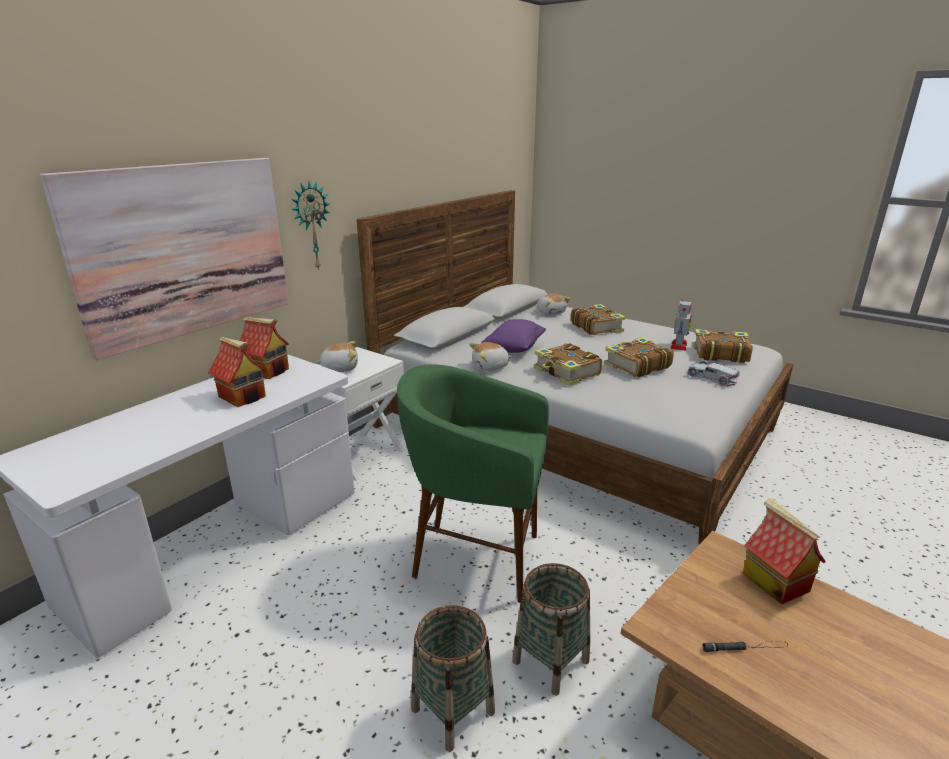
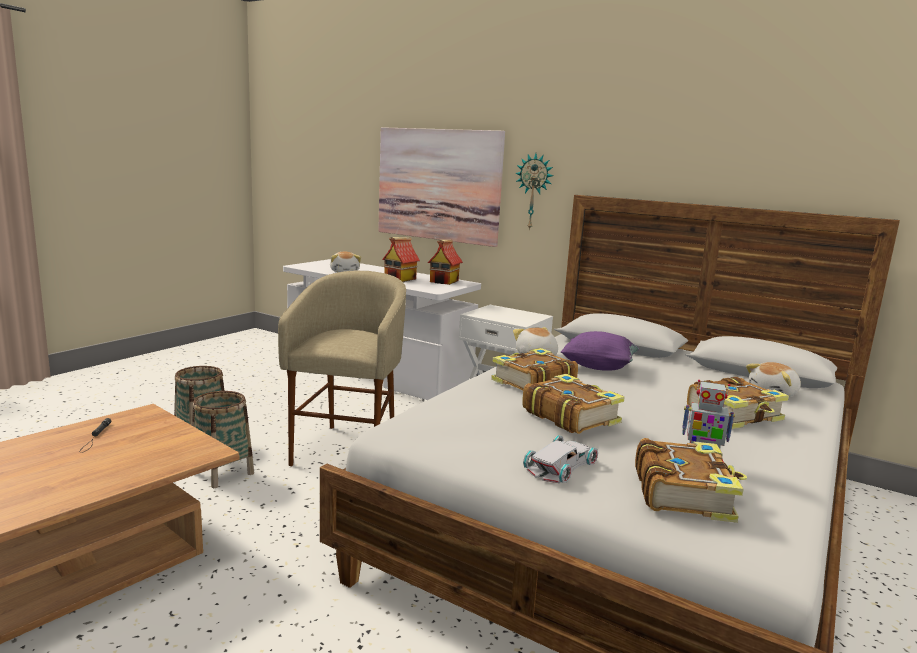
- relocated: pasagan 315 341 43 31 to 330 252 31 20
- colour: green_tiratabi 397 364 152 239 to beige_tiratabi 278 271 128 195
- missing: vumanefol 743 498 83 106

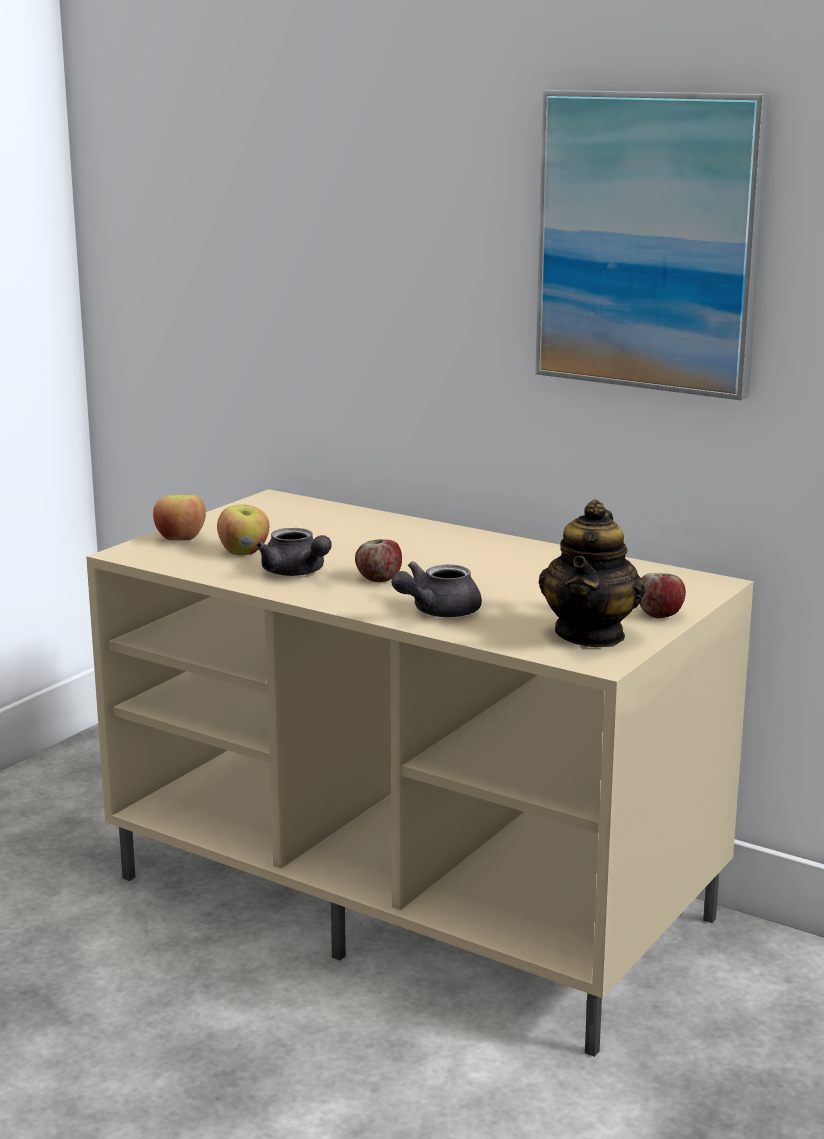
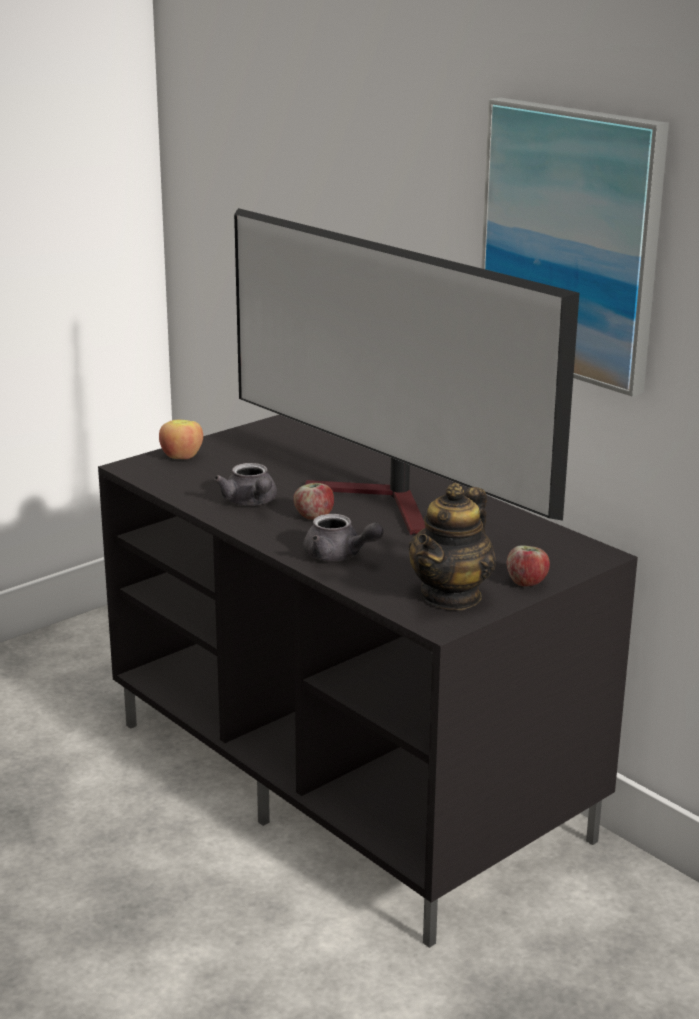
- colour: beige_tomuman 86 489 668 568 to black_tomuman 98 415 540 533
- missing: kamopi 217 504 52 51
- spun: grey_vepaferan 391 561 91 56 = 303 514 81 47 120 degrees counterclockwise
- appeared: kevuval 234 208 345 327

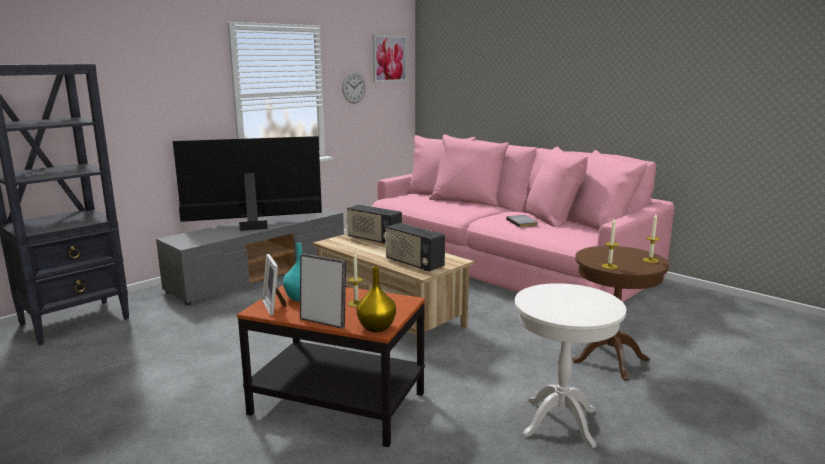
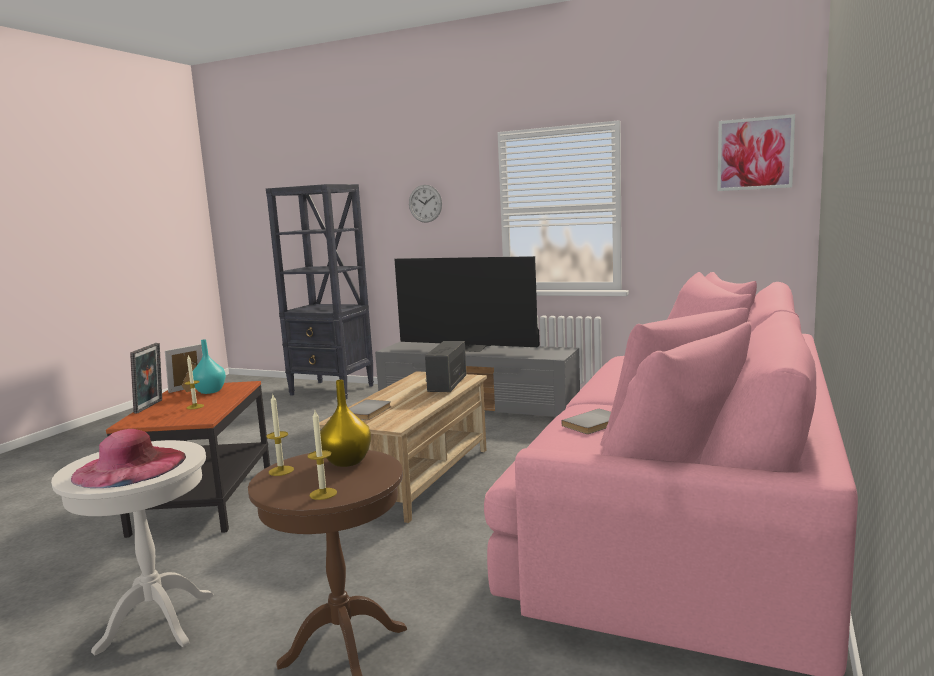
- relocated: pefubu 342 72 24 31 to 409 185 33 38
- spun: kevuval 173 136 149 95 = 394 256 146 96 150 degrees clockwise
- exchanged: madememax 385 223 60 48 to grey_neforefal 349 399 42 21
- relocated: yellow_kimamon 357 266 39 66 to 320 380 51 87
- appeared: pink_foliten 71 429 115 59

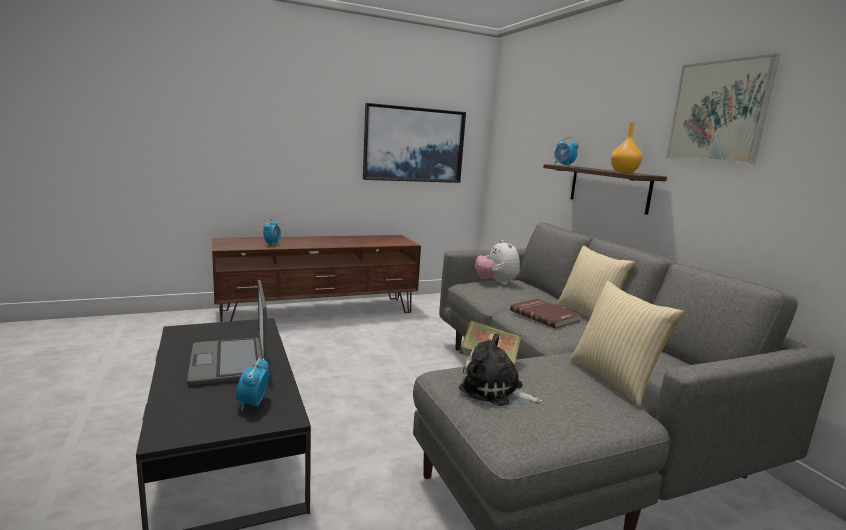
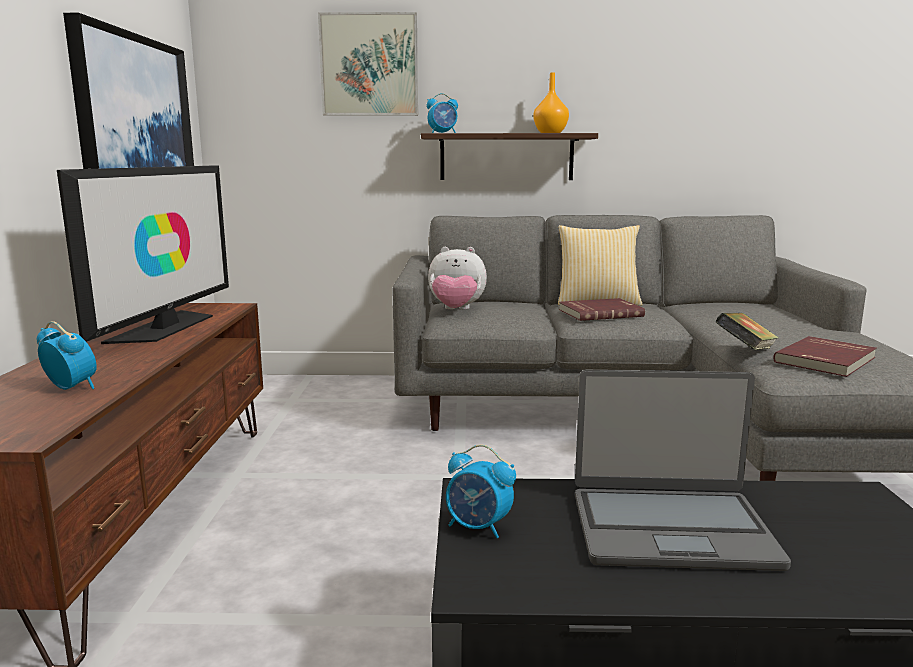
- relocated: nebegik 666 54 114 110 to 318 12 100 104
- missing: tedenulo 570 281 115 126
- exchanged: pasagan 459 333 83 73 to red_neforefal 773 336 104 41
- relocated: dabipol 236 358 33 53 to 446 444 70 94
- appeared: kevuval 57 165 172 179

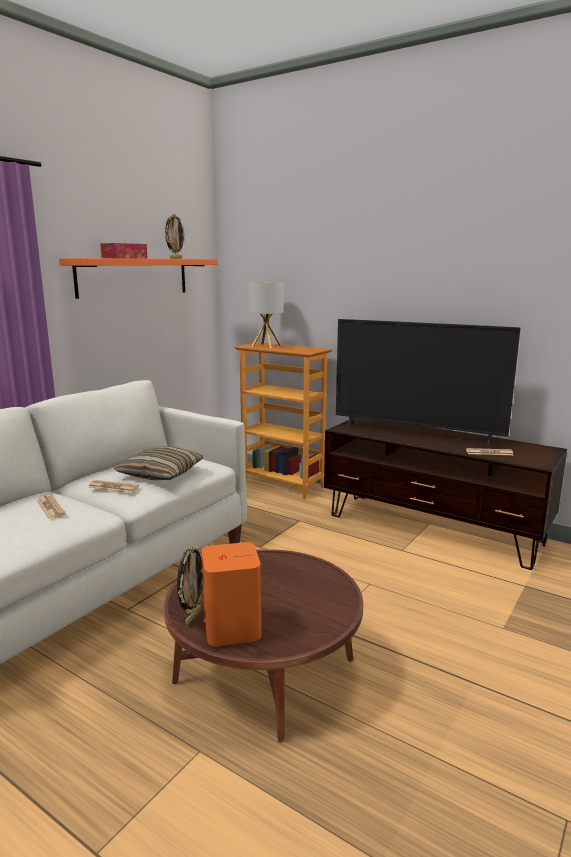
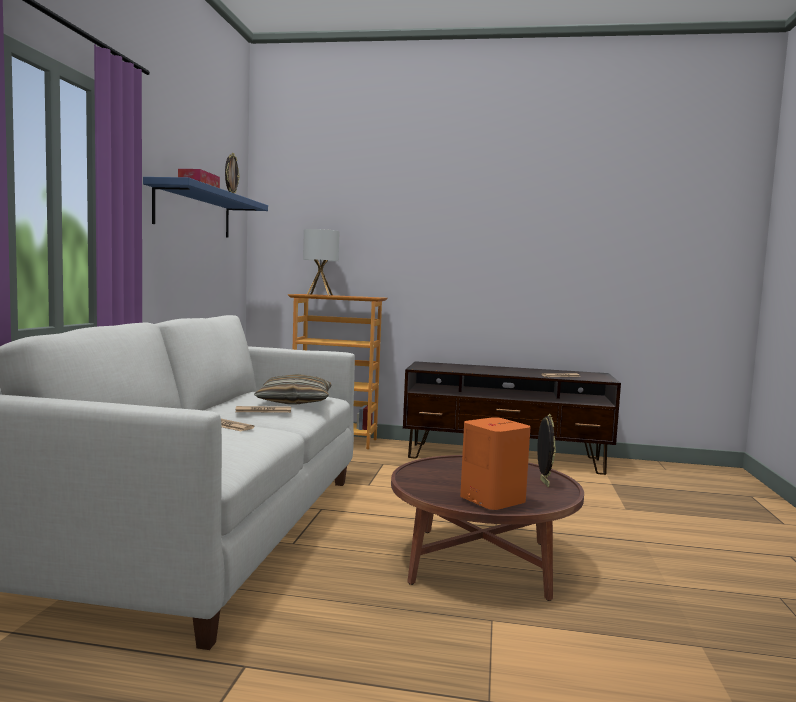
- colour: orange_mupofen 59 258 159 41 to blue_mupofen 143 177 125 61
- missing: kevuval 336 319 185 127
- relocated: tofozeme 177 545 26 80 to 537 414 19 73

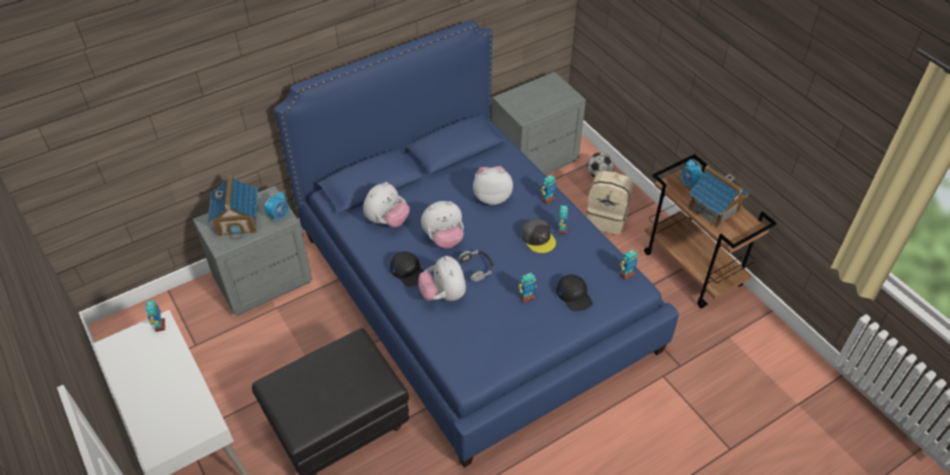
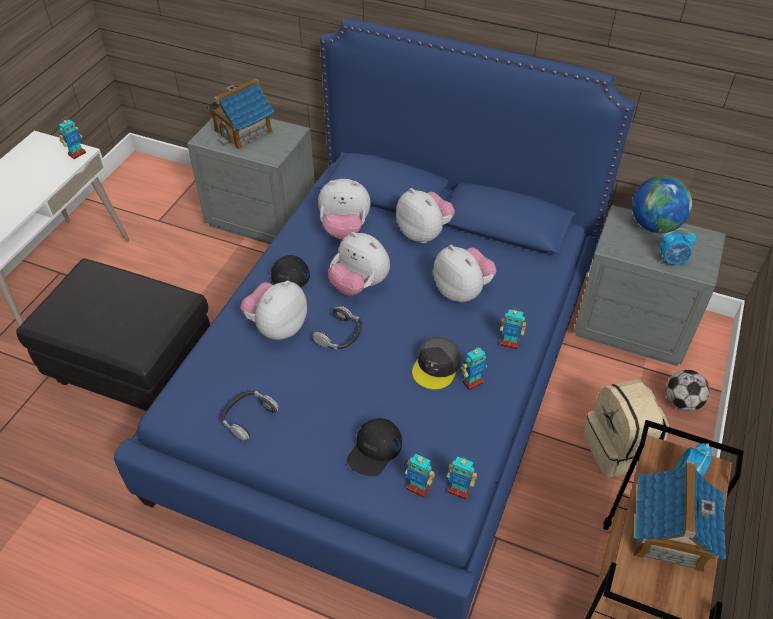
- relocated: dabipol 264 192 25 31 to 660 228 36 37
- relocated: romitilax 518 272 19 31 to 405 454 30 44
- appeared: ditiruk 632 176 60 57
- appeared: pasagan 396 188 59 55
- appeared: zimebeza 222 391 56 50

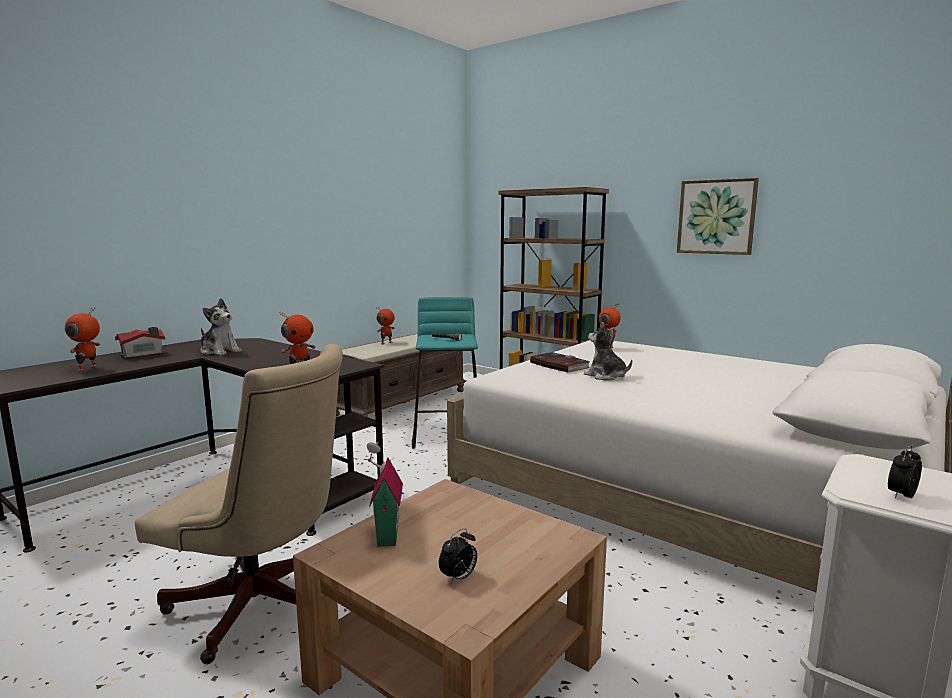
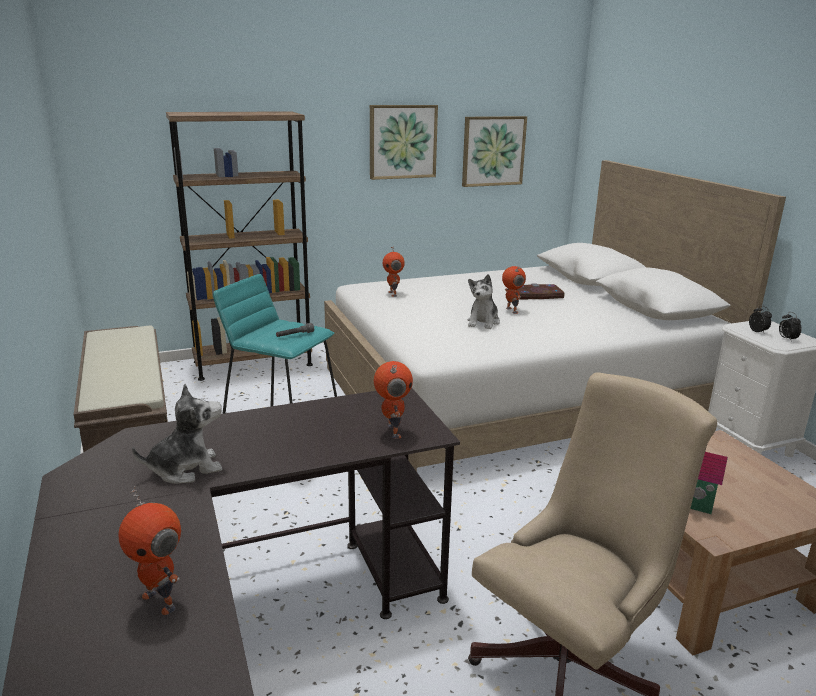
- relocated: romitilax 377 307 18 37 to 502 266 24 48
- spun: pasagan 584 322 48 59 = 468 274 32 55 60 degrees counterclockwise
- missing: vumanefol 115 327 50 33
- relocated: neforefal 530 352 61 21 to 516 283 48 16
- relocated: dabipol 439 528 38 56 to 749 305 23 28
- appeared: nebegik 462 116 65 71

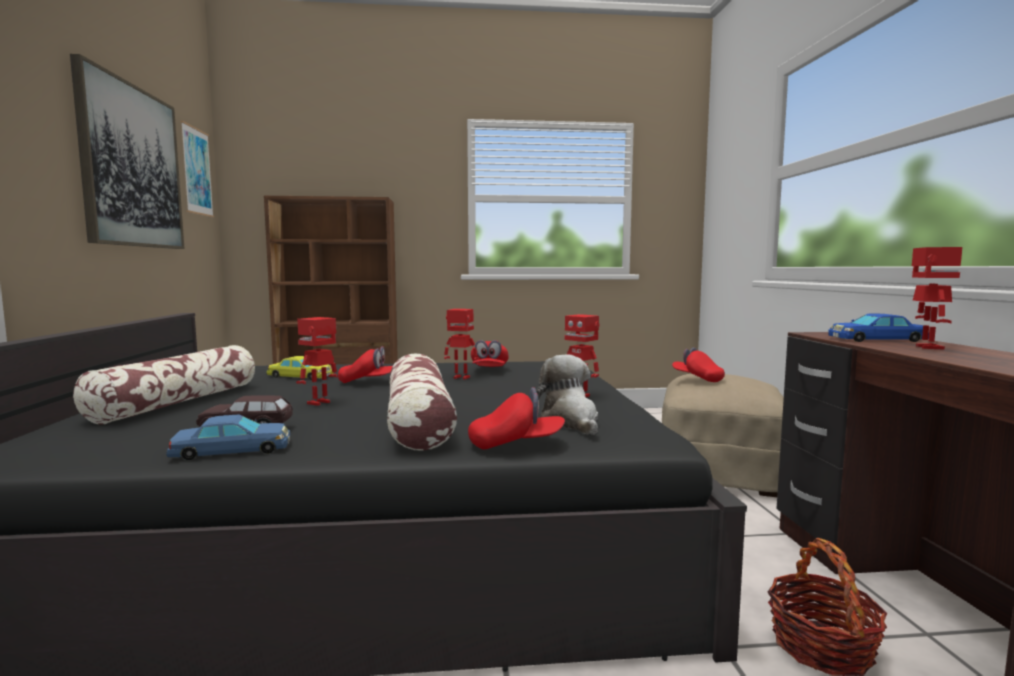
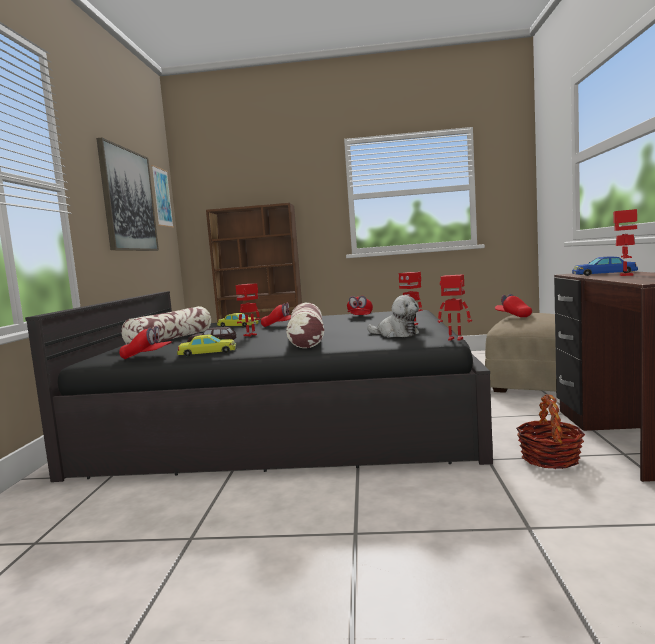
- relocated: romitilax 444 309 35 70 to 438 274 34 66
- spun: pasagan 536 354 62 81 = 367 295 52 43 135 degrees clockwise
- relocated: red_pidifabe 468 387 97 62 to 119 326 53 33
- colour: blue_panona 166 414 124 46 to yellow_panona 177 334 60 22

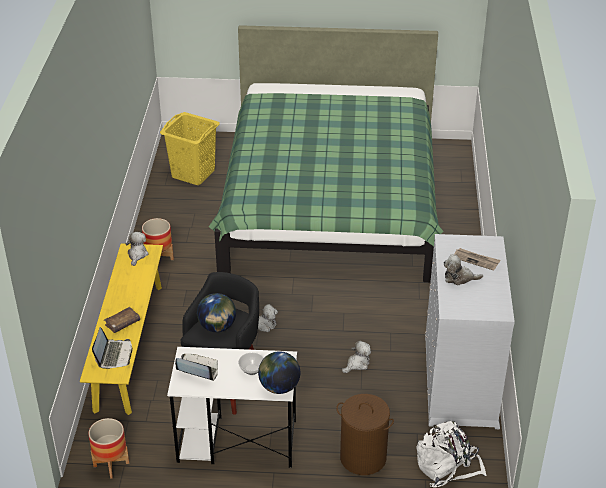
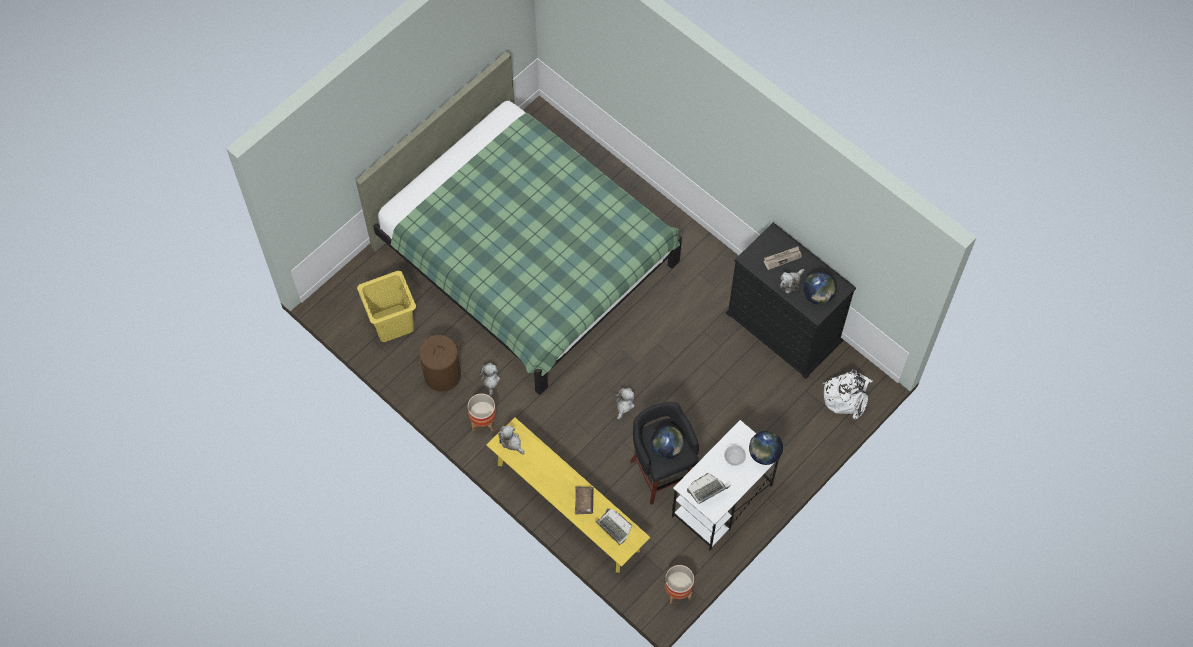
- colour: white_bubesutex 425 234 90 195 to black_bubesutex 726 222 130 157
- relocated: pasagan 342 341 29 32 to 479 363 21 33
- relocated: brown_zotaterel 336 394 58 81 to 416 335 45 57
- appeared: ditiruk 803 271 34 34

